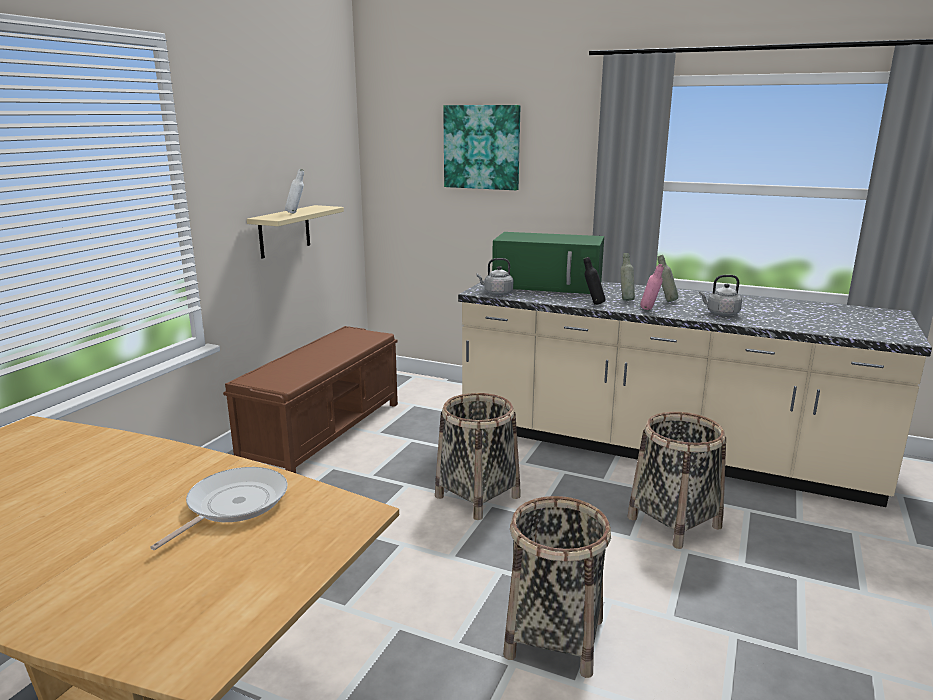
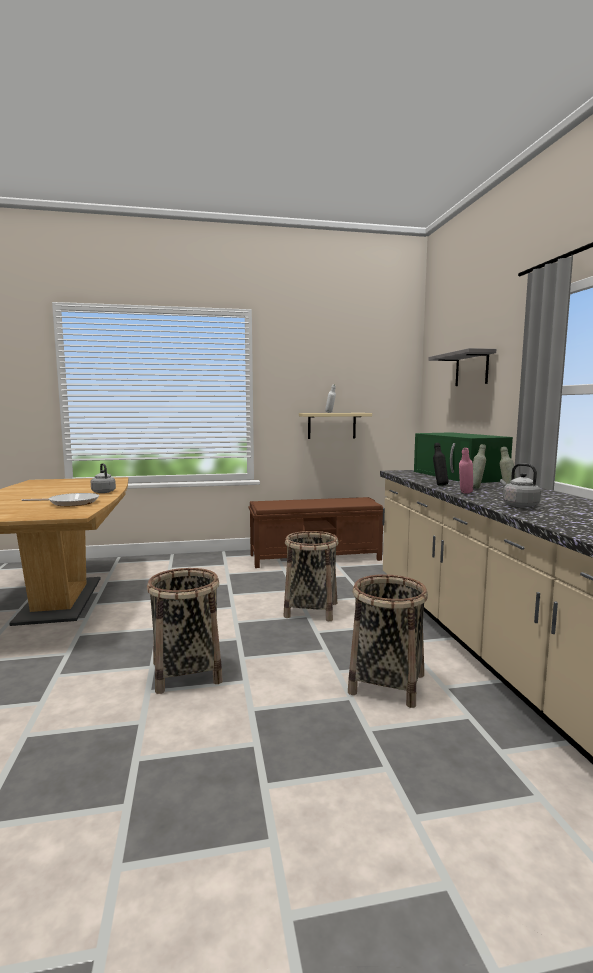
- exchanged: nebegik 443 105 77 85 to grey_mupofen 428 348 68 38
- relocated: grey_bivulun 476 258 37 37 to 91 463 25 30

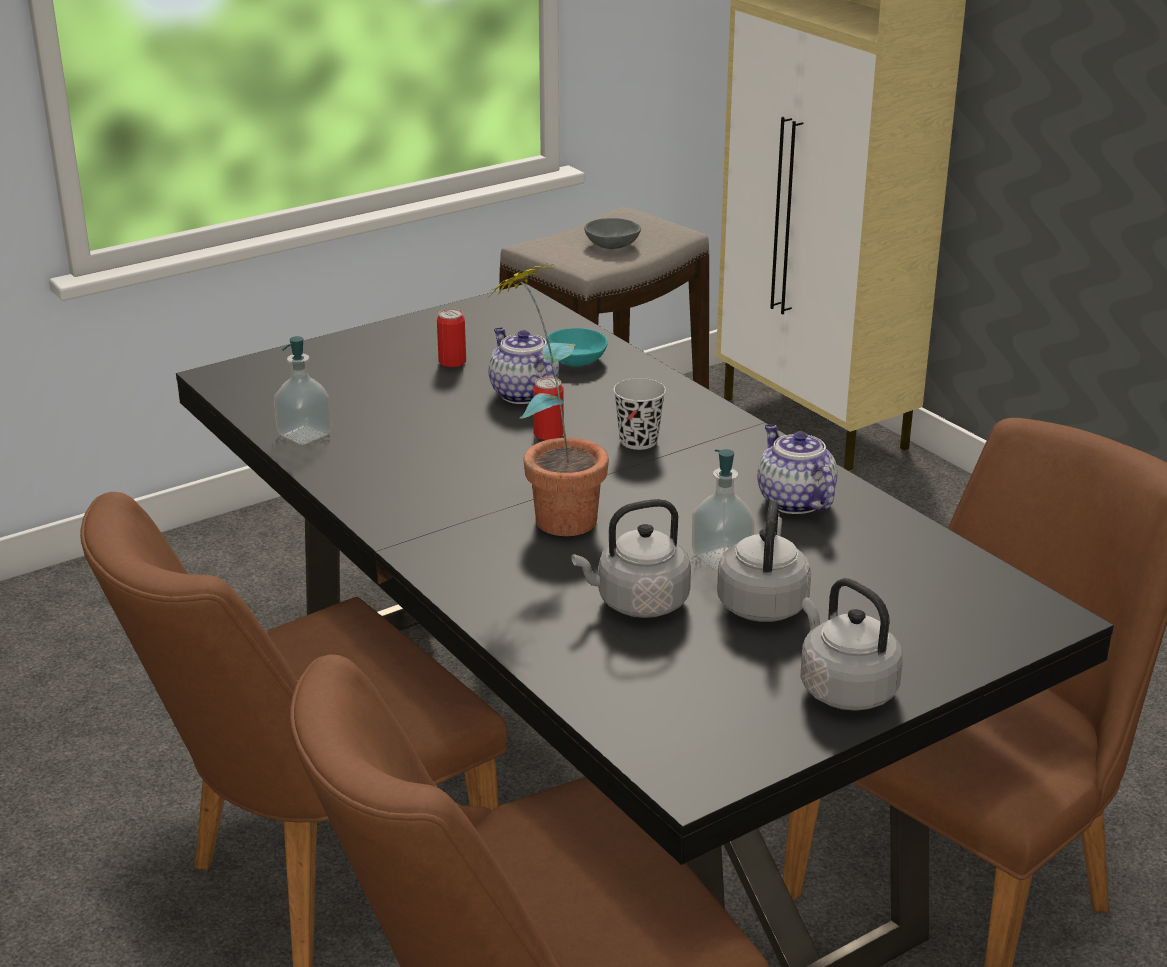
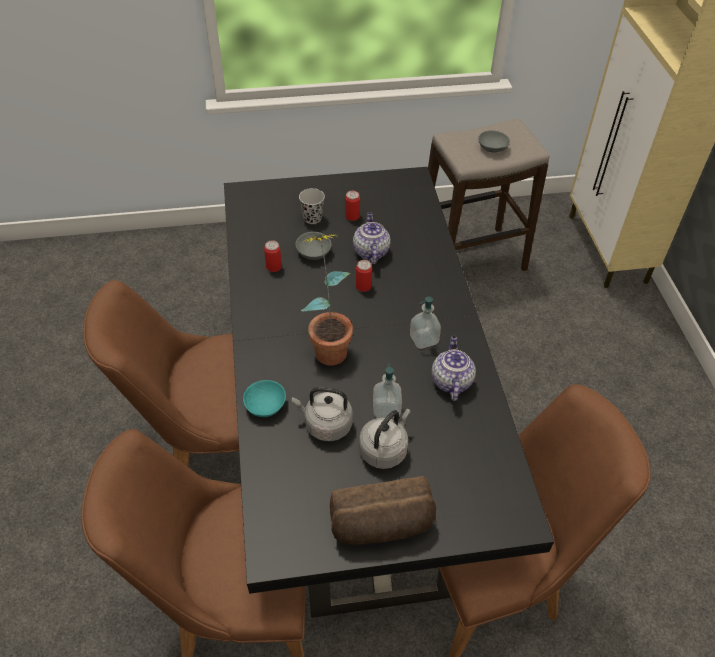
- relocated: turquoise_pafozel 545 328 63 39 to 243 380 43 37
- relocated: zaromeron 274 336 58 109 to 410 296 31 53
- relocated: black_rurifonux 613 378 53 72 to 299 188 26 36
- exchanged: grey_bivulun 800 578 103 133 to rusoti 330 476 106 69
- appeared: grey_pafozel 295 232 37 28
- appeared: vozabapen 264 240 18 32

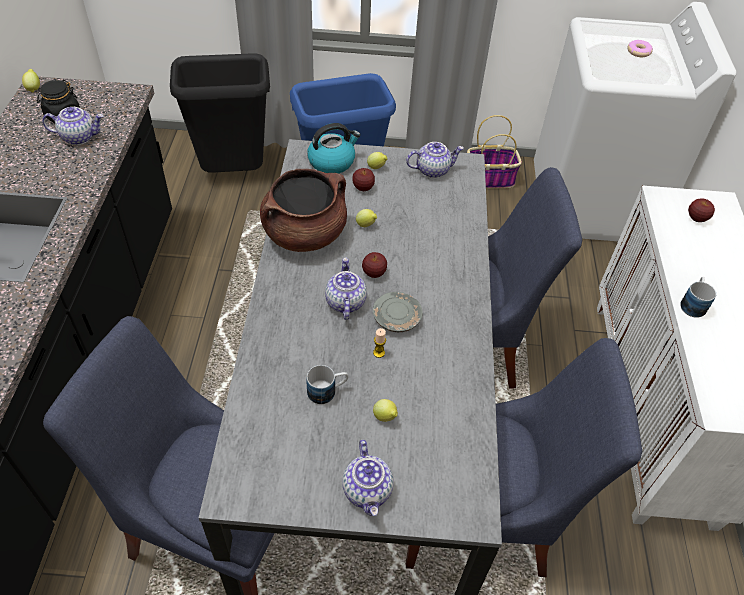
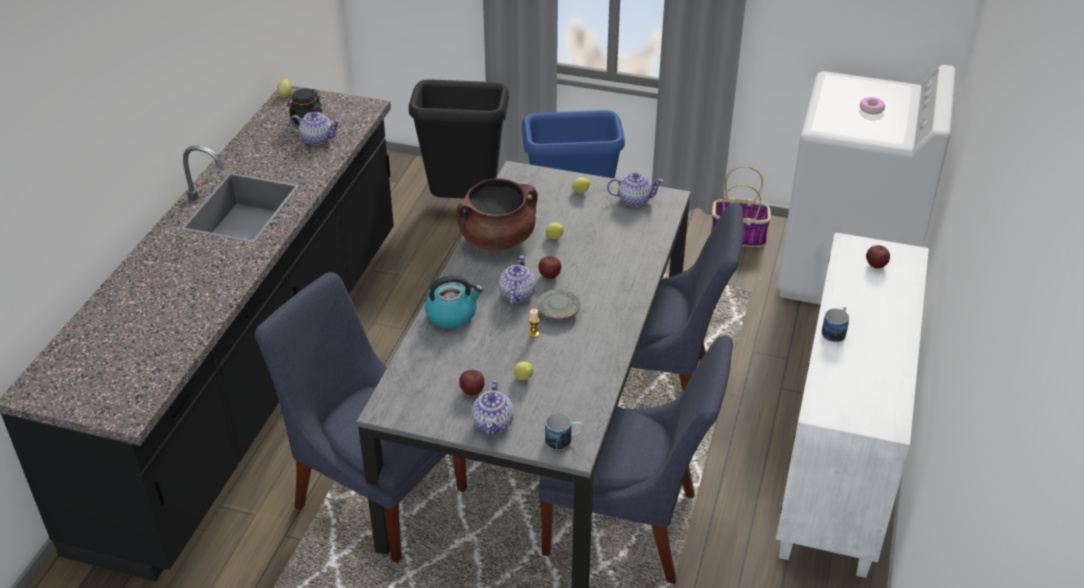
- relocated: bivulun 307 123 54 50 to 425 275 59 54
- relocated: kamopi 352 168 23 23 to 459 370 26 26
- relocated: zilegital 306 365 42 39 to 545 413 39 37

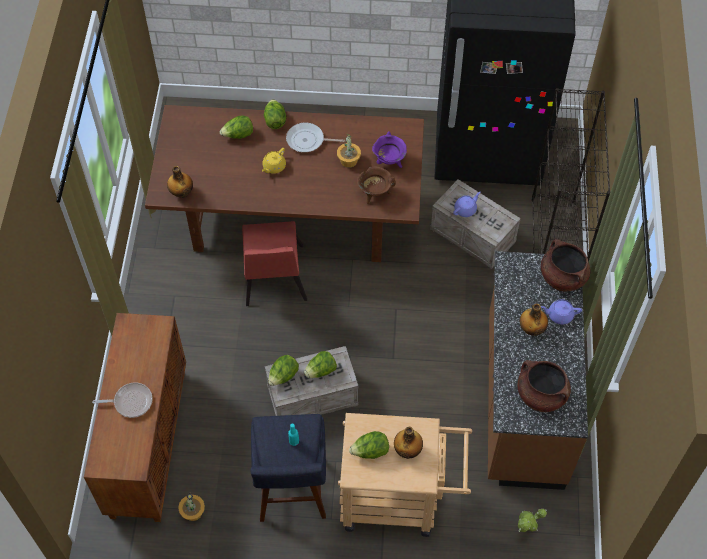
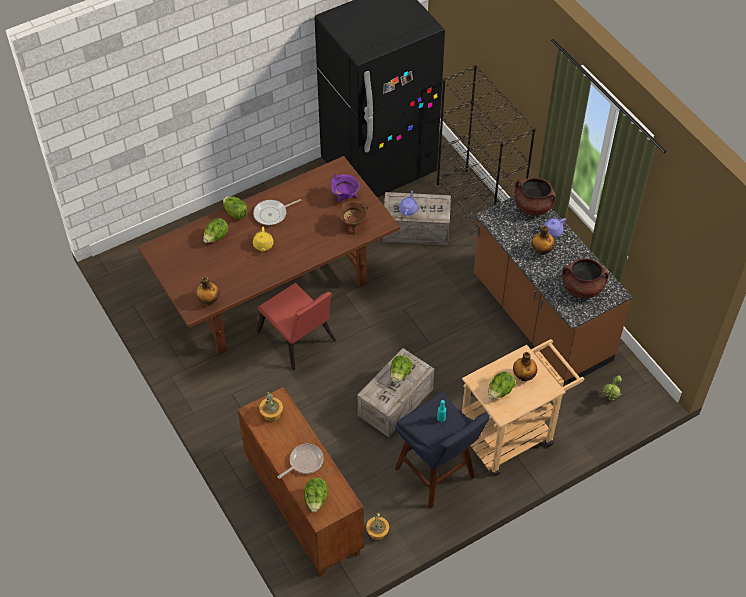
- relocated: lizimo 337 134 24 34 to 259 392 24 30
- relocated: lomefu 268 355 31 31 to 304 478 24 34

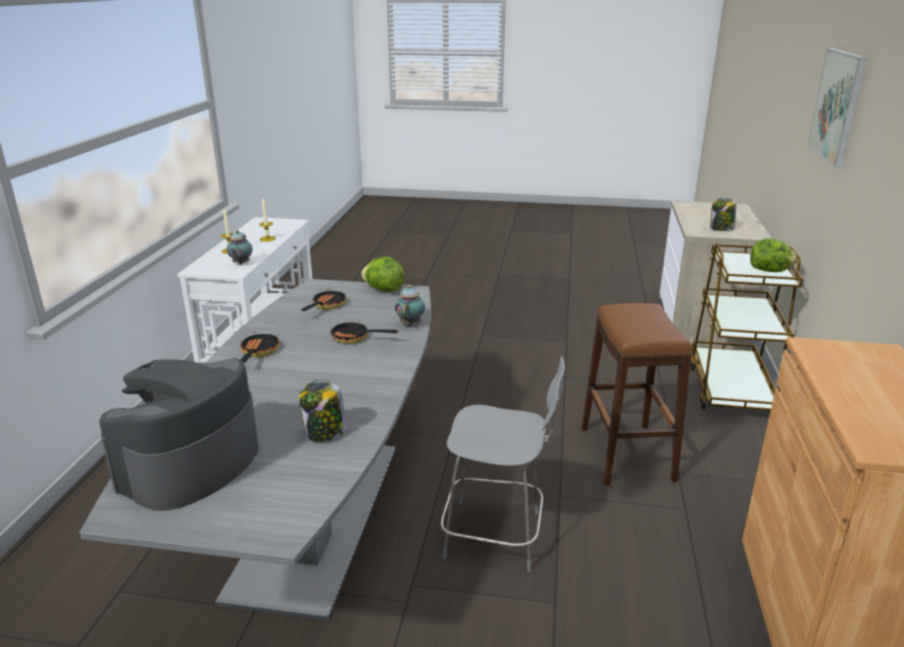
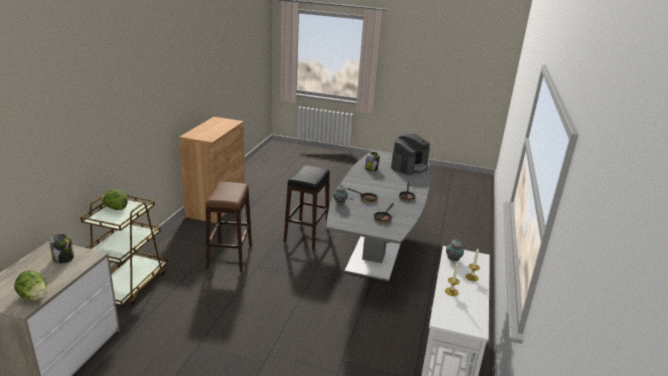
- missing: nebegik 807 48 60 120
- relocated: lomefu 361 257 43 35 to 14 271 33 30
- exchanged: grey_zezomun 440 356 125 216 to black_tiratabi 284 165 46 84

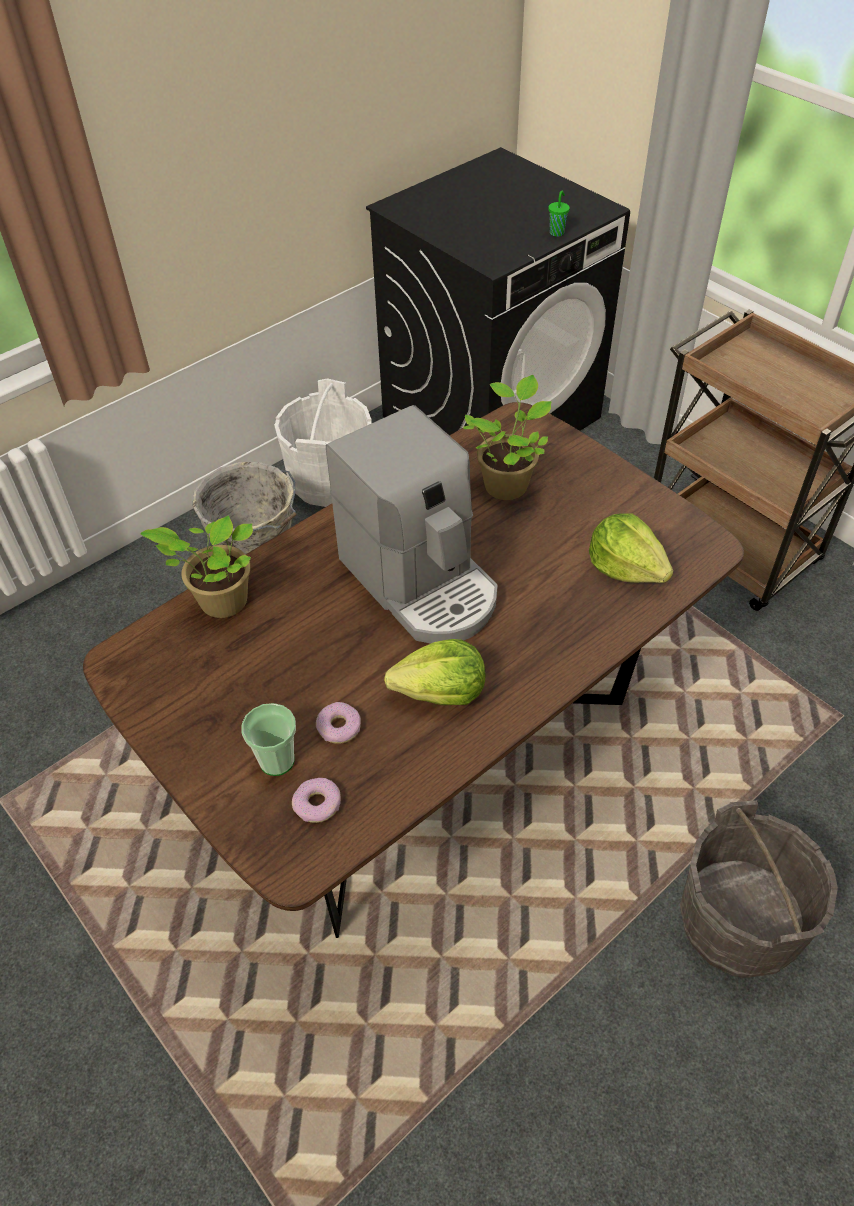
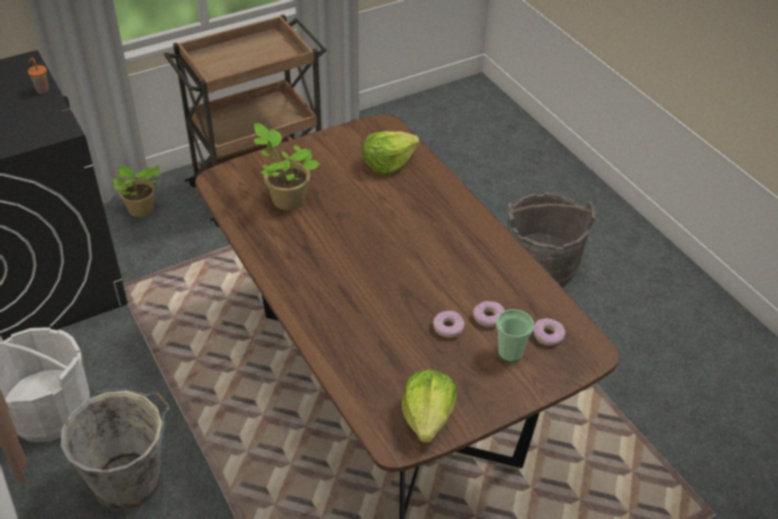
- colour: green_rurifonux 548 190 22 47 to orange_rurifonux 28 58 21 36
- missing: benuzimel 326 405 172 239
- relocated: lizimo 140 515 113 103 to 112 165 50 52
- relocated: lomefu 384 639 102 66 to 402 370 55 73
- appeared: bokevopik 433 311 32 27

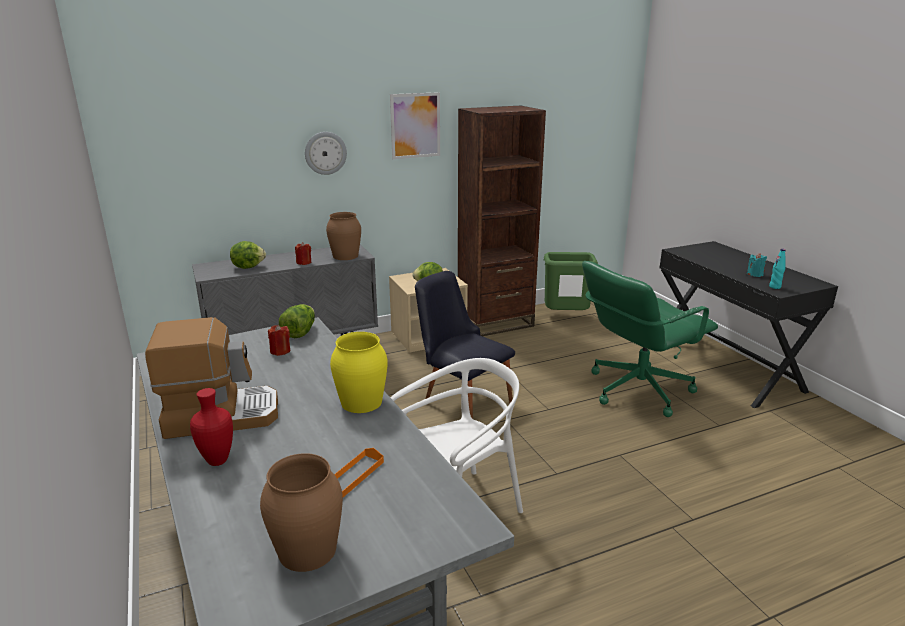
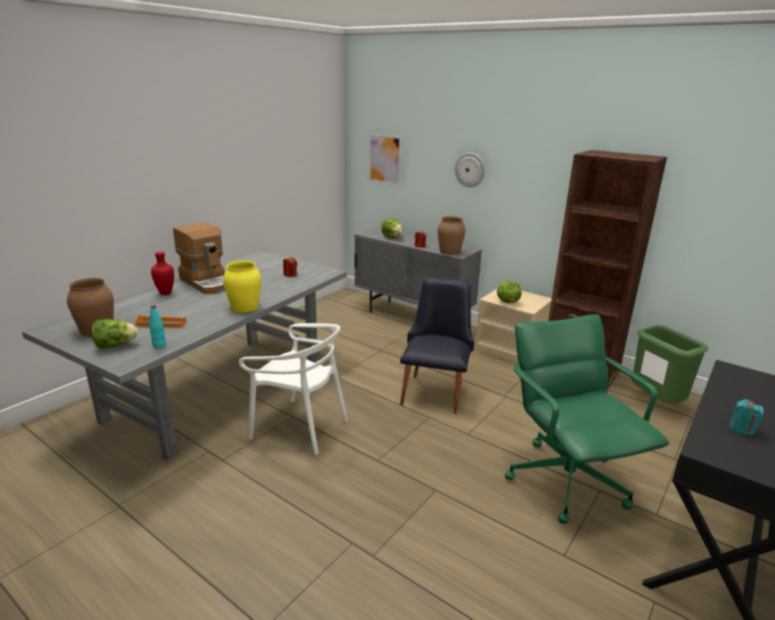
- relocated: nebegik 390 92 50 67 to 369 134 33 52
- relocated: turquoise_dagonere 769 249 17 40 to 149 305 17 43
- spun: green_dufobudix 582 261 136 156 = 505 314 164 210 45 degrees clockwise
- relocated: lomefu 279 304 36 34 to 92 319 46 30

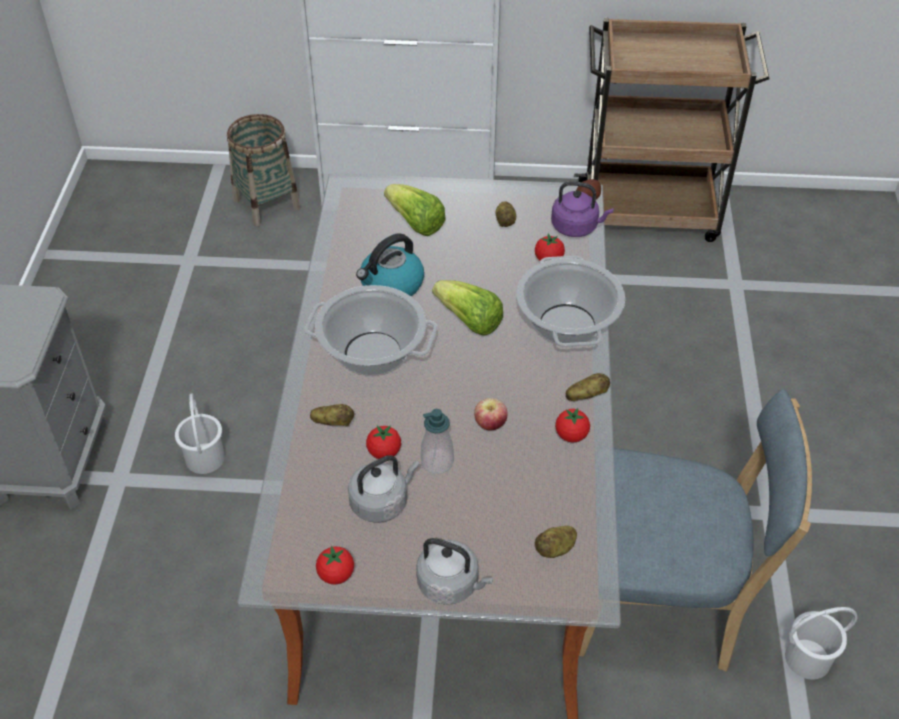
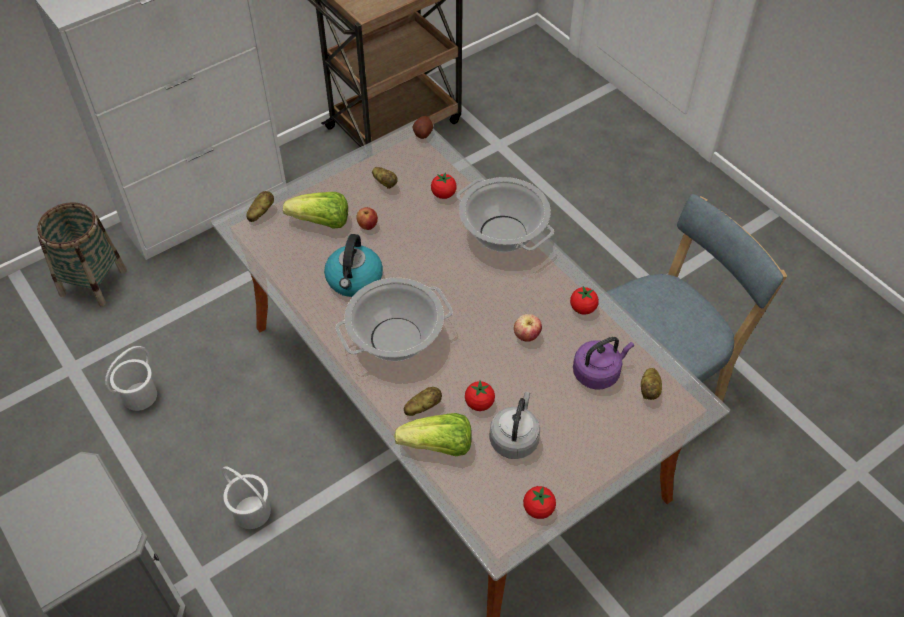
- relocated: purple_bivulun 551 181 62 56 to 573 337 61 52
- relocated: lomefu 432 280 71 56 to 394 413 78 43
- relocated: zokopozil 565 373 45 28 to 246 191 28 31
- missing: zaromeron 421 409 33 65
- missing: grey_bivulun 416 538 77 67
- relocated: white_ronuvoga 785 607 72 73 to 105 346 52 65
- appeared: kamopi 356 207 22 23

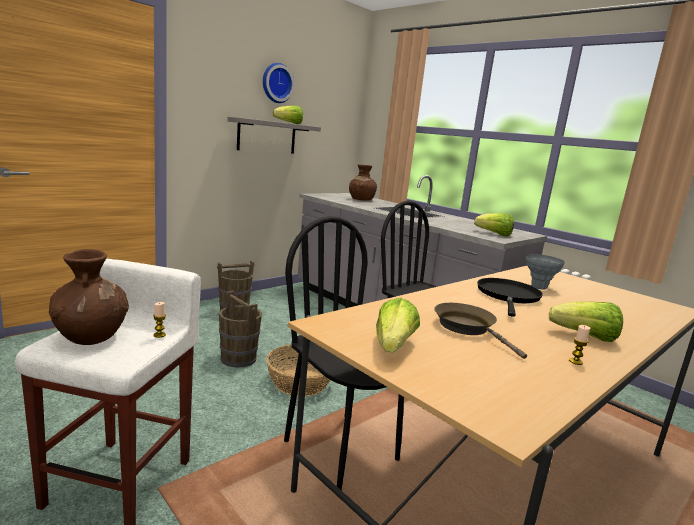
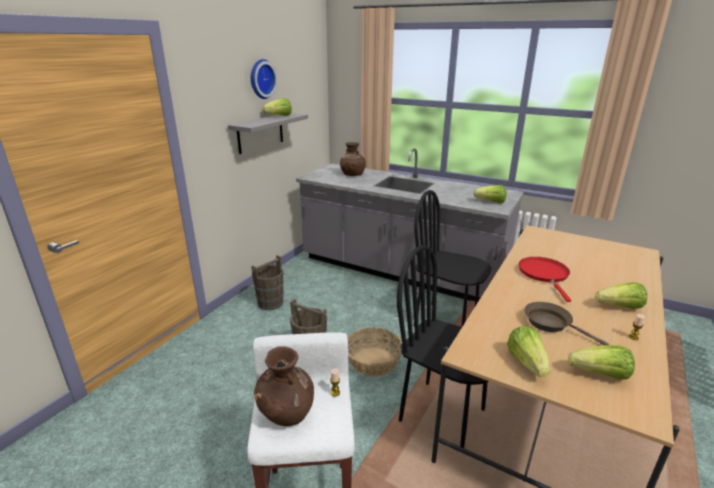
- missing: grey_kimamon 526 254 39 36
- colour: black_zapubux 477 278 66 39 to red_zapubux 519 257 52 45
- appeared: lomefu 568 345 67 35

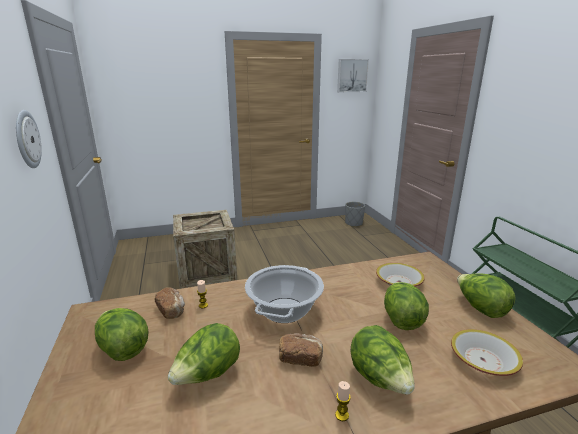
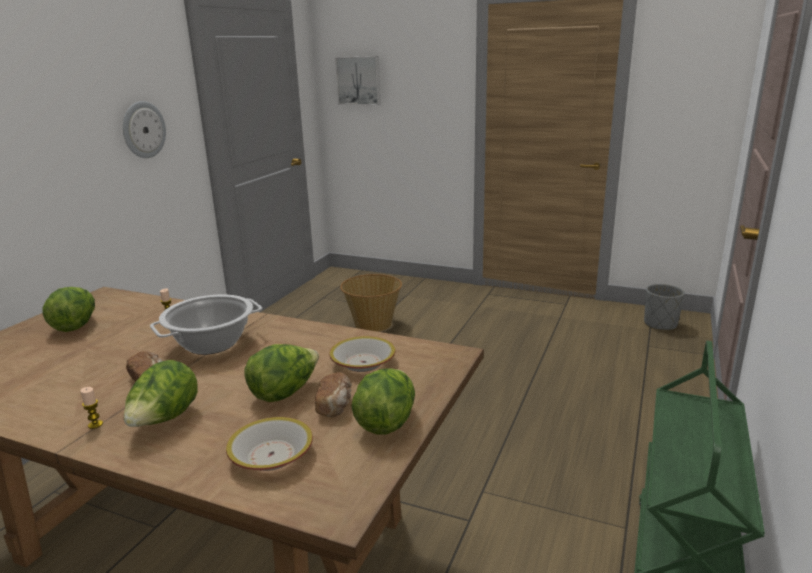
- relocated: nebegik 337 59 32 33 to 335 56 46 49
- exchanged: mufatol 173 210 64 79 to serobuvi 340 274 62 58
- relocated: rusoti 154 287 31 32 to 315 372 37 45
- missing: lomefu 168 323 72 62

